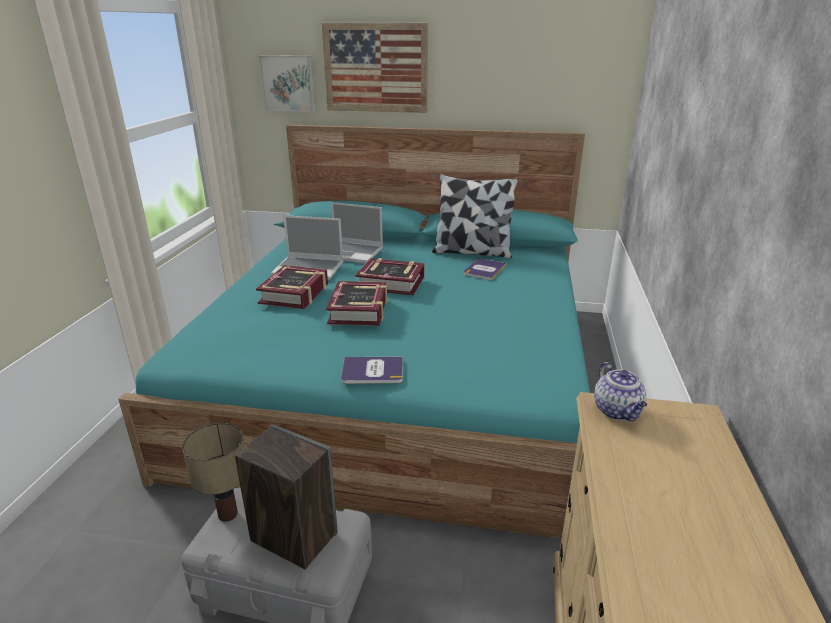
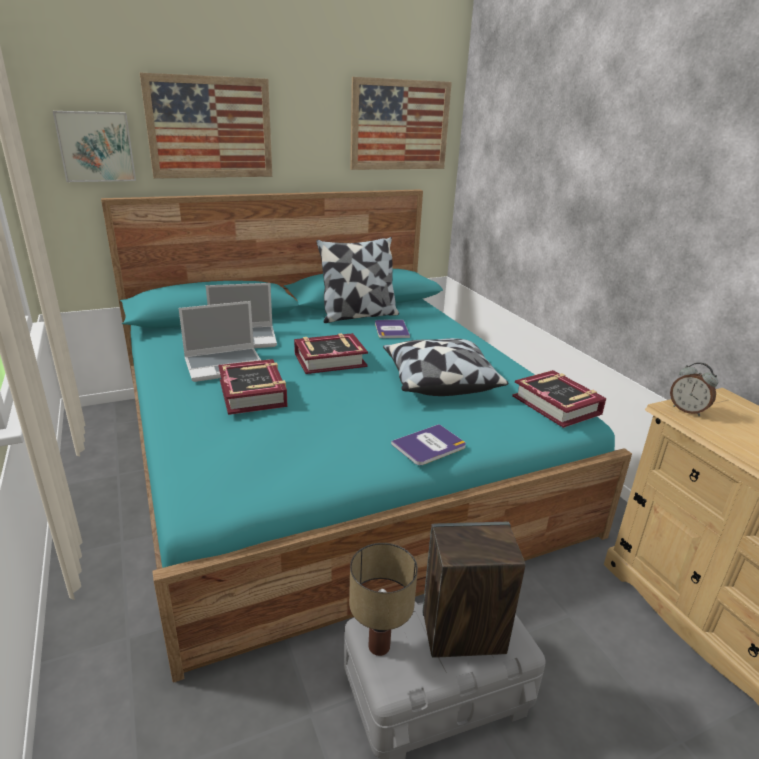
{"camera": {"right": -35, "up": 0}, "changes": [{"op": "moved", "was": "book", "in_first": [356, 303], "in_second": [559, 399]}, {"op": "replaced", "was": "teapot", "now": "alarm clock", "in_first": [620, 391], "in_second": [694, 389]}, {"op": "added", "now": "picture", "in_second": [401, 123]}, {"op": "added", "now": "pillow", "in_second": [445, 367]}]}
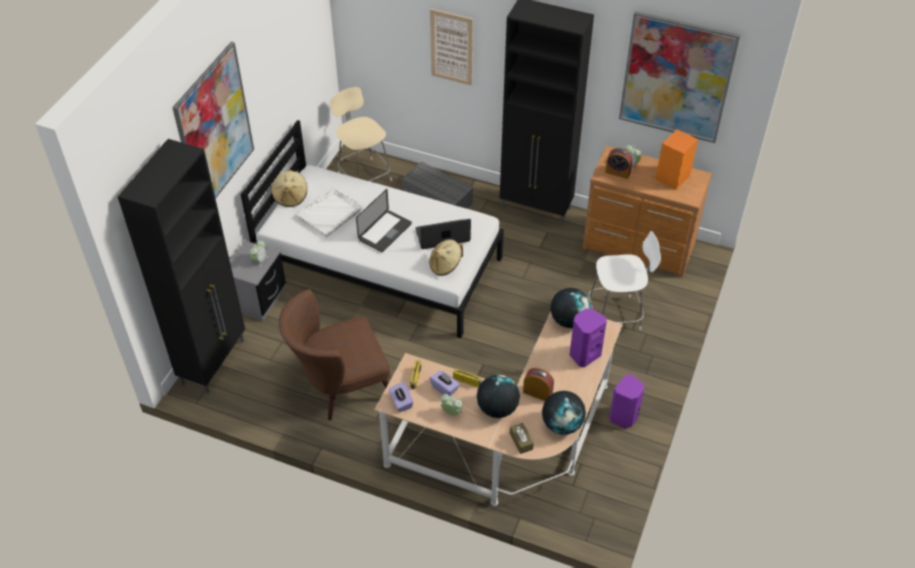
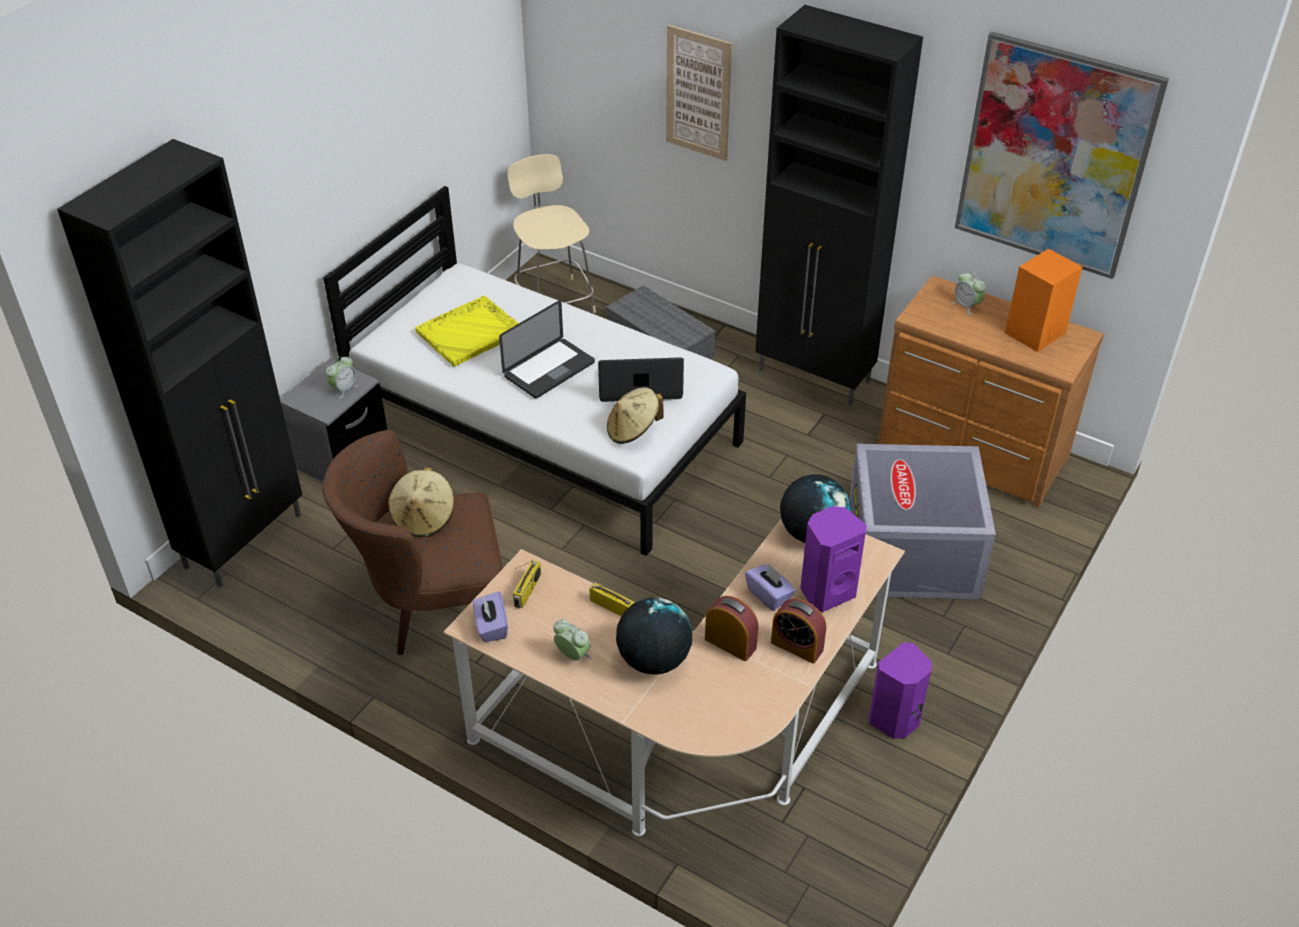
{"camera": {"right": 10, "up": -5}, "changes": [{"op": "removed", "was": "picture", "in_first": [213, 120]}, {"op": "moved", "was": "alarm clock", "in_first": [619, 163], "in_second": [798, 631]}, {"op": "moved", "was": "beige hat", "in_first": [289, 188], "in_second": [421, 502]}, {"op": "recoloured", "was": "white tray", "now": "yellow tray", "in_first": [329, 212], "in_second": [467, 331]}, {"op": "replaced", "was": "white chair", "now": "grey storage box", "in_first": [624, 280], "in_second": [922, 521]}, {"op": "moved", "was": "purple tissue box", "in_first": [445, 383], "in_second": [770, 587]}, {"op": "removed", "was": "globe", "in_first": [564, 413]}, {"op": "removed", "was": "brown tissue box", "in_first": [522, 438]}]}
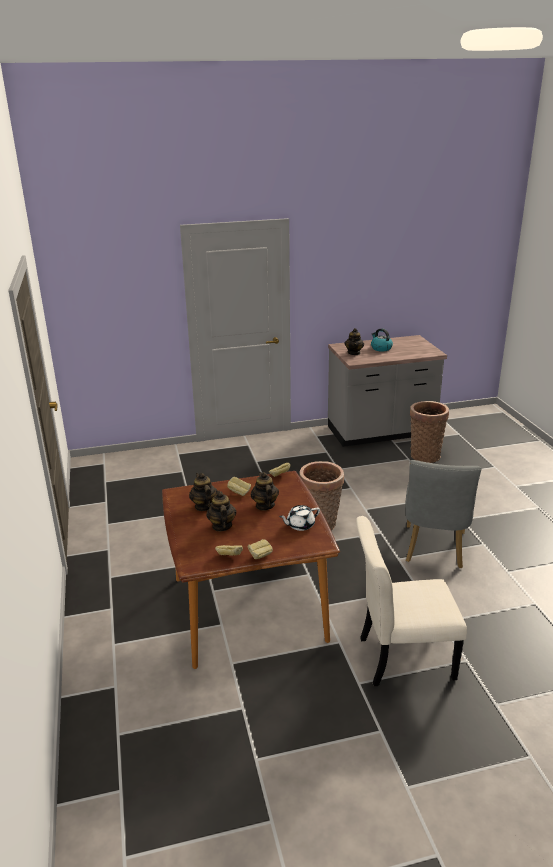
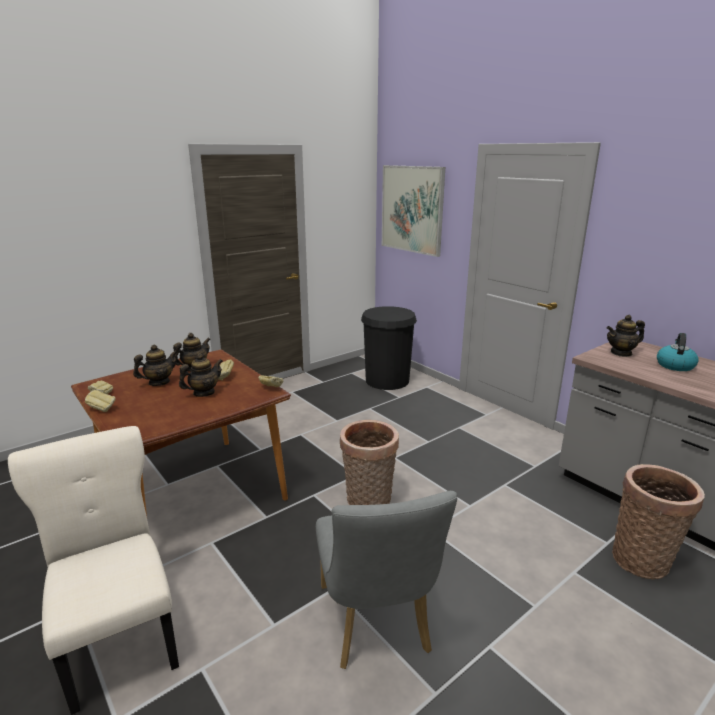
{"camera": {"right": 65, "up": -5}, "changes": [{"op": "turned", "was": "grey chair", "in_first": [443, 514], "in_second": [386, 580], "clockwise": -90}, {"op": "removed", "was": "white teapot", "in_first": [299, 518]}, {"op": "added", "now": "picture", "in_second": [413, 211]}, {"op": "added", "now": "black trash can", "in_second": [389, 348]}]}
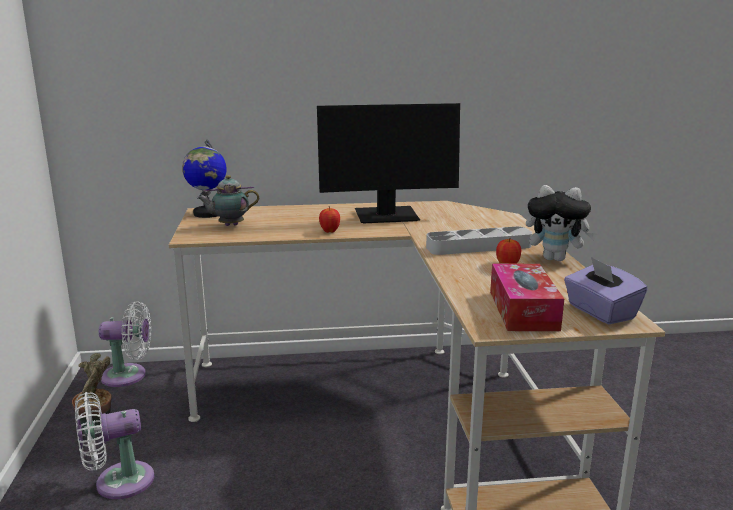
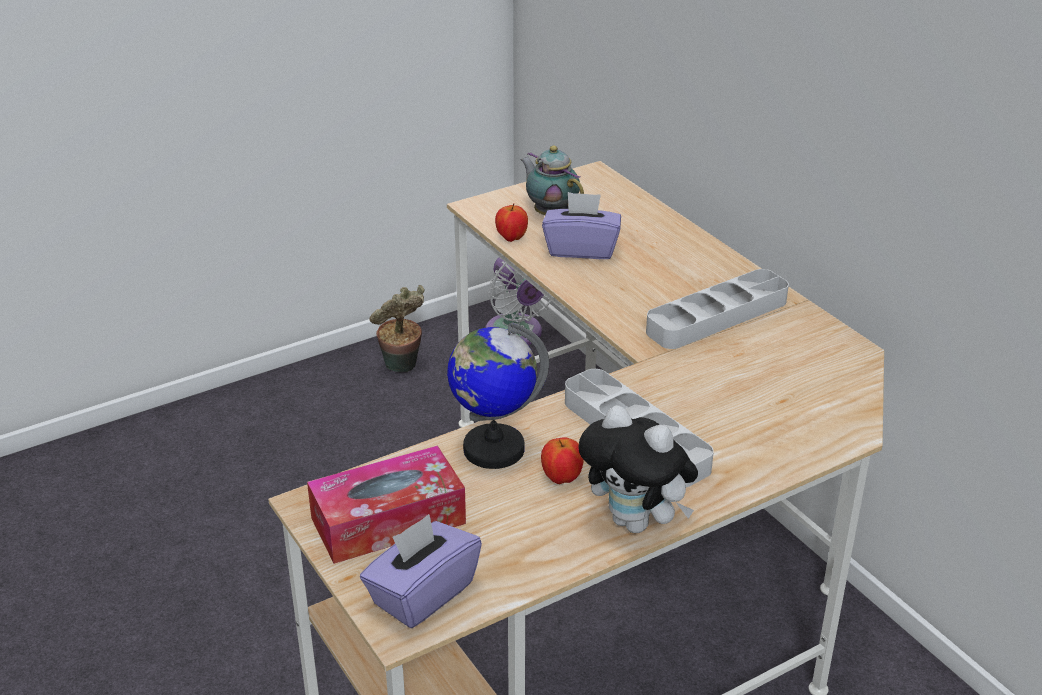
{"camera": {"right": 65, "up": 15}, "changes": [{"op": "replaced", "was": "monitor", "now": "grey tray", "in_first": [388, 163], "in_second": [717, 309]}, {"op": "moved", "was": "globe", "in_first": [204, 179], "in_second": [498, 395]}, {"op": "turned", "was": "plush toy", "in_first": [561, 223], "in_second": [638, 469], "clockwise": -45}, {"op": "moved", "was": "apple", "in_first": [329, 219], "in_second": [511, 222]}, {"op": "removed", "was": "white fan", "in_first": [114, 445]}, {"op": "added", "now": "purple tissue box", "in_second": [581, 225]}]}
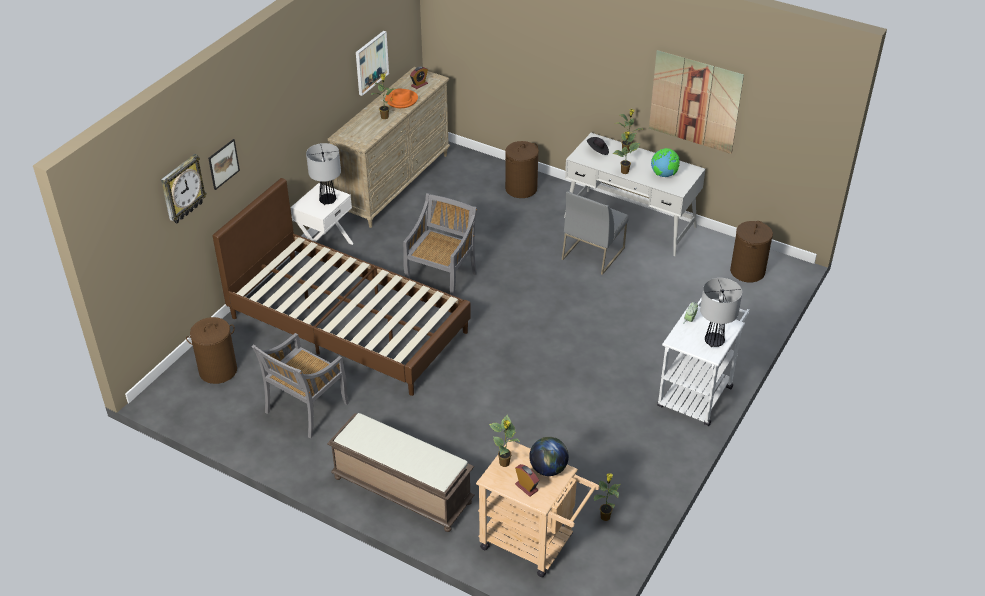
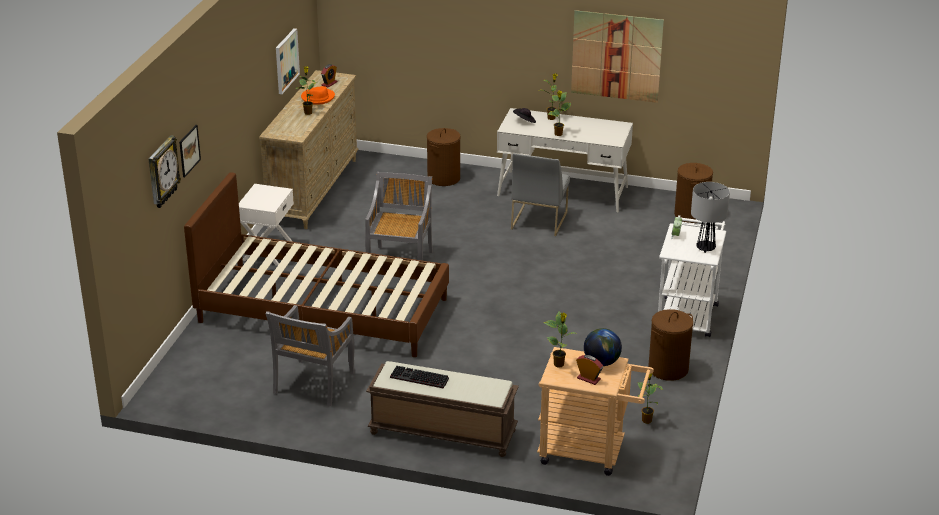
{"camera": {"right": -15, "up": -10}, "changes": [{"op": "removed", "was": "table lamp", "in_first": [323, 174]}, {"op": "removed", "was": "globe", "in_first": [665, 162]}, {"op": "moved", "was": "brown laundry basket", "in_first": [211, 350], "in_second": [670, 345]}, {"op": "added", "now": "keyboard", "in_second": [419, 377]}]}
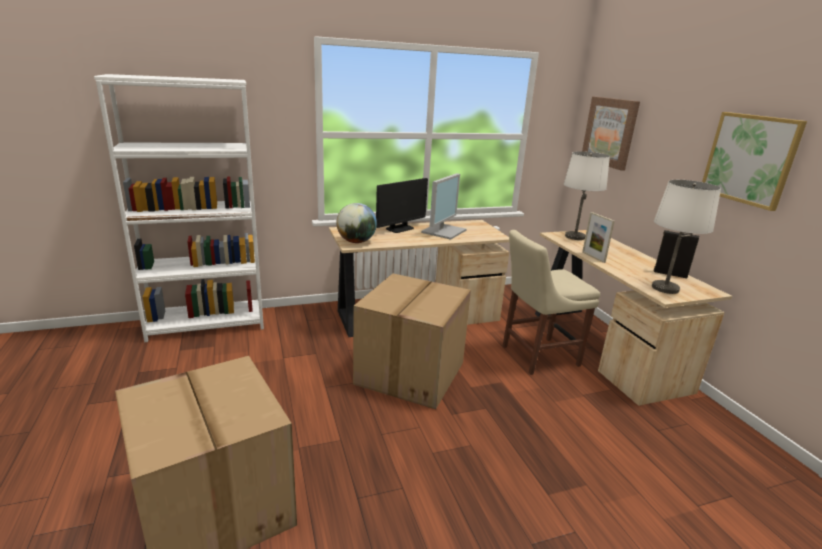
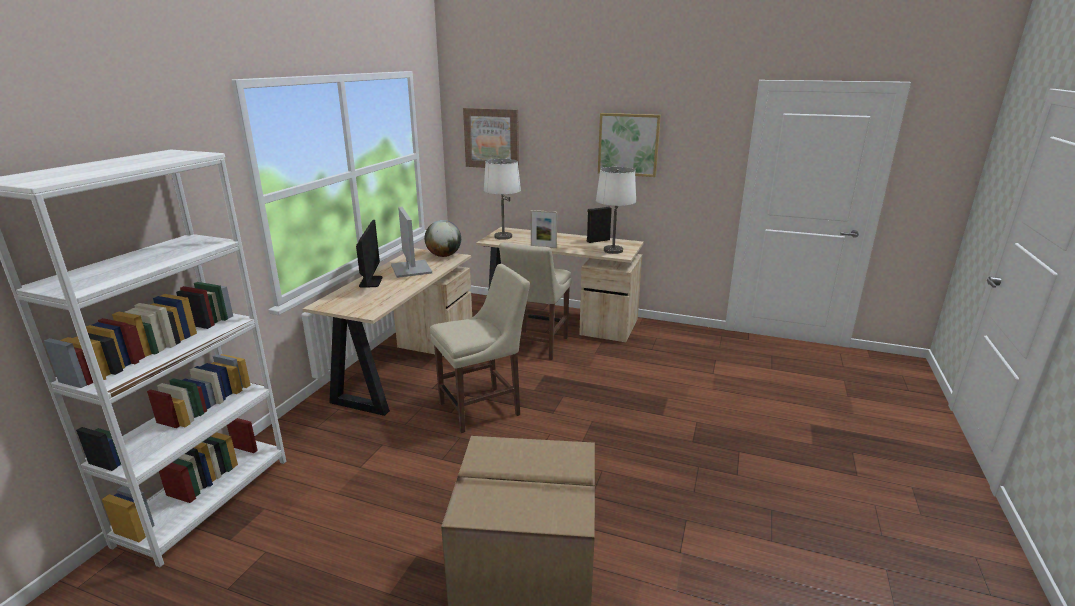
{"camera": {"right": -50, "up": 0}, "changes": [{"op": "moved", "was": "globe", "in_first": [356, 223], "in_second": [442, 238]}, {"op": "replaced", "was": "cardboard box", "now": "beige chair", "in_first": [412, 341], "in_second": [480, 348]}]}
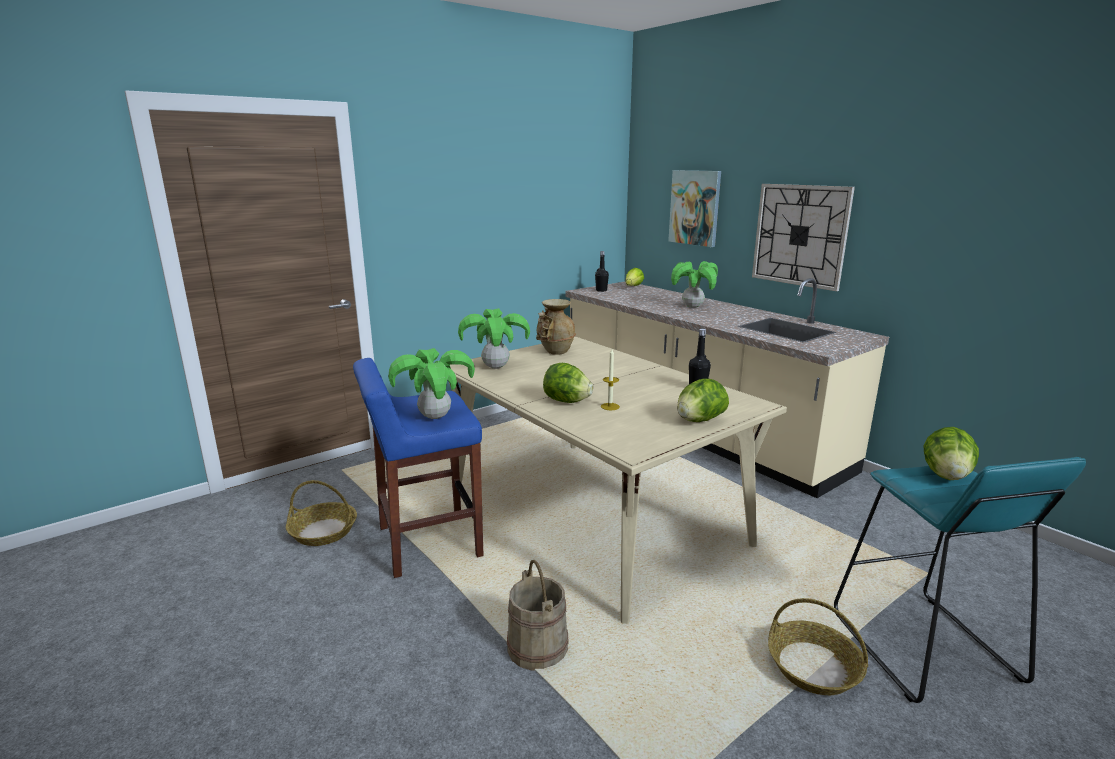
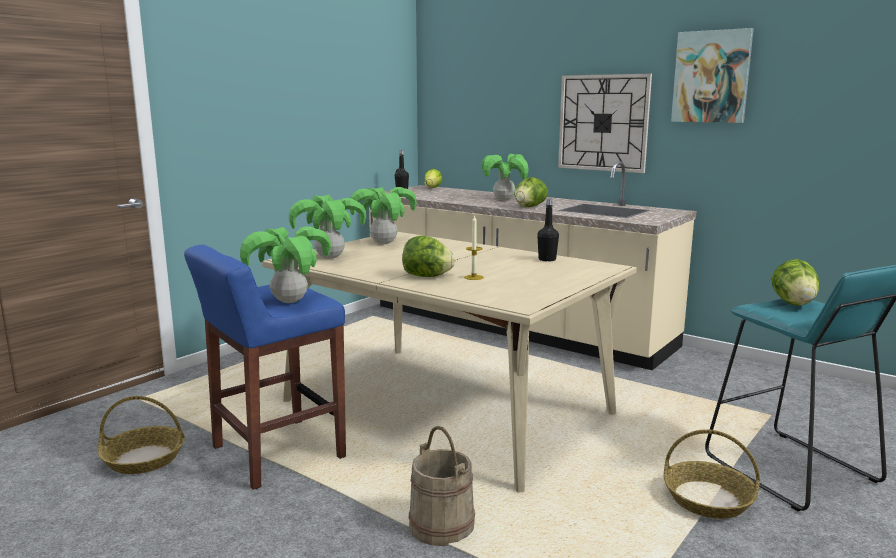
{"camera": {"right": -15, "up": -5}, "changes": [{"op": "moved", "was": "picture", "in_first": [694, 208], "in_second": [712, 75]}, {"op": "replaced", "was": "beige vase", "now": "potted plant", "in_first": [556, 327], "in_second": [383, 215]}, {"op": "moved", "was": "lettuce", "in_first": [703, 400], "in_second": [531, 192]}]}
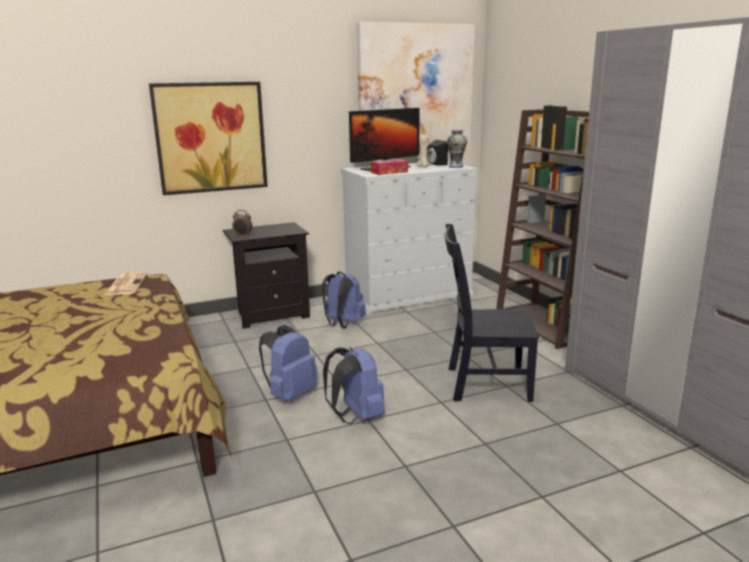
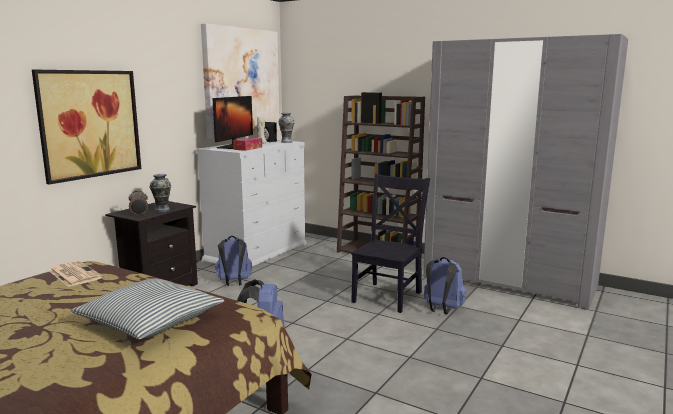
{"camera": {"right": -35, "up": -5}, "changes": [{"op": "turned", "was": "black chair", "in_first": [492, 313], "in_second": [390, 243], "clockwise": 150}, {"op": "moved", "was": "blue backpack", "in_first": [354, 385], "in_second": [445, 286]}, {"op": "added", "now": "vase", "in_second": [160, 193]}, {"op": "added", "now": "pillow", "in_second": [147, 309]}]}
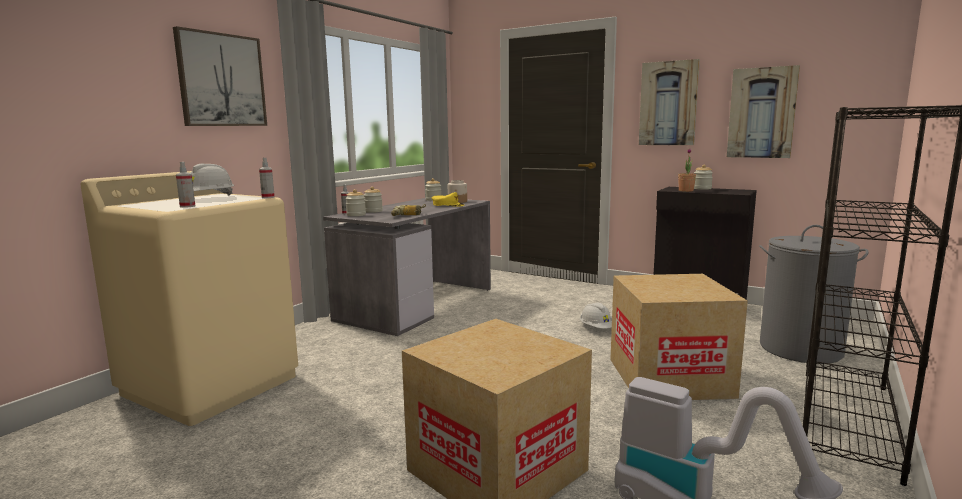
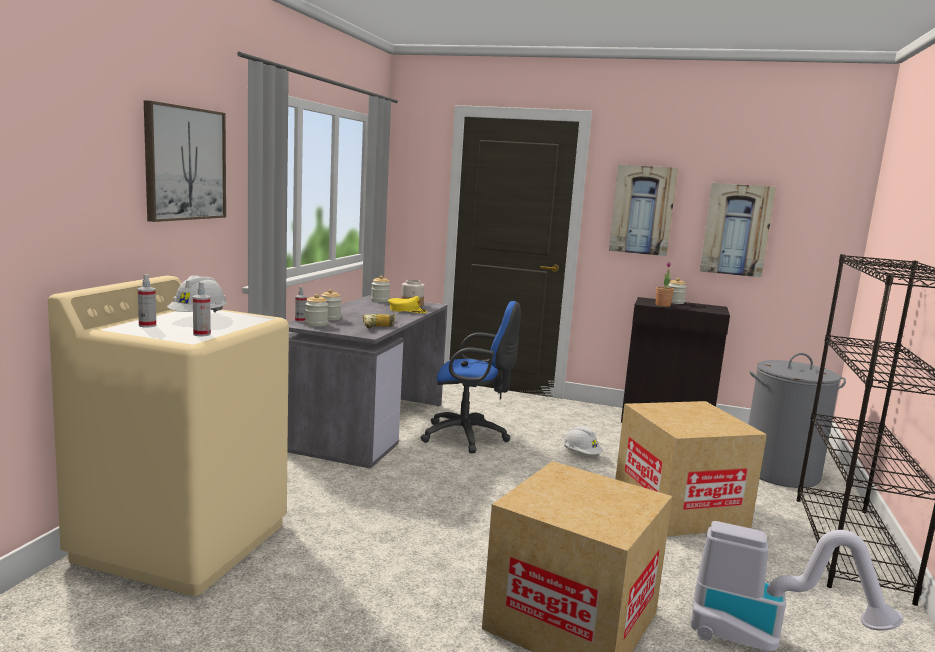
{"camera": {"right": -15, "up": 0}, "changes": [{"op": "moved", "was": "spray bottle", "in_first": [267, 178], "in_second": [147, 301]}, {"op": "added", "now": "blue office chair", "in_second": [470, 377]}]}
